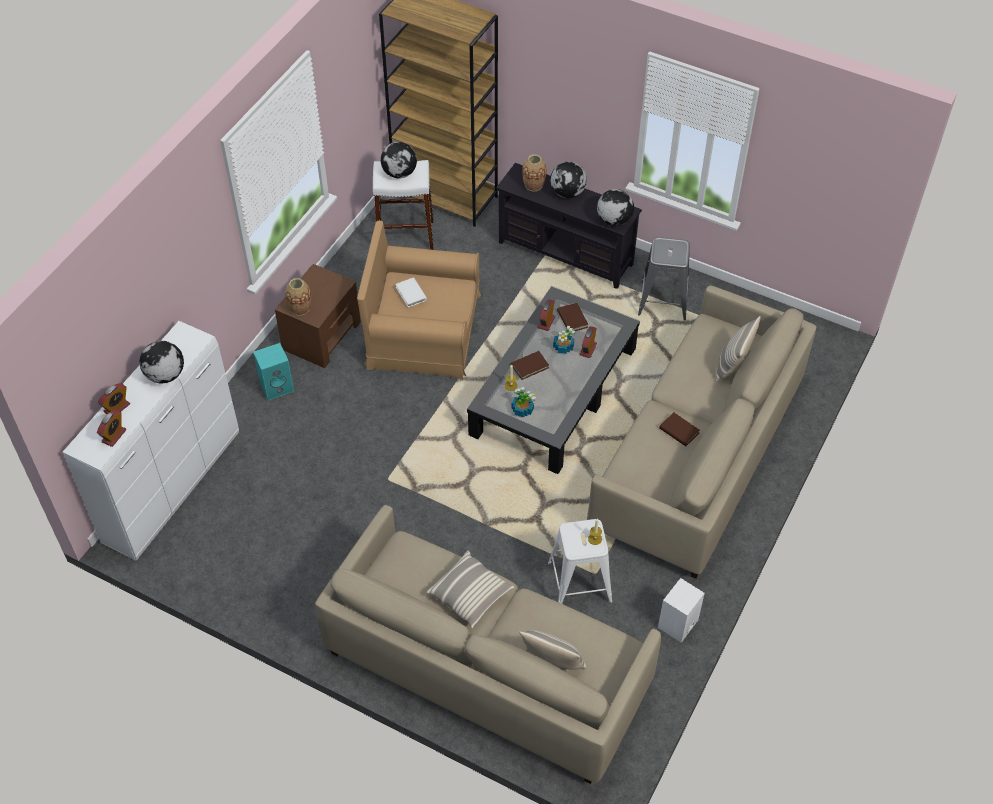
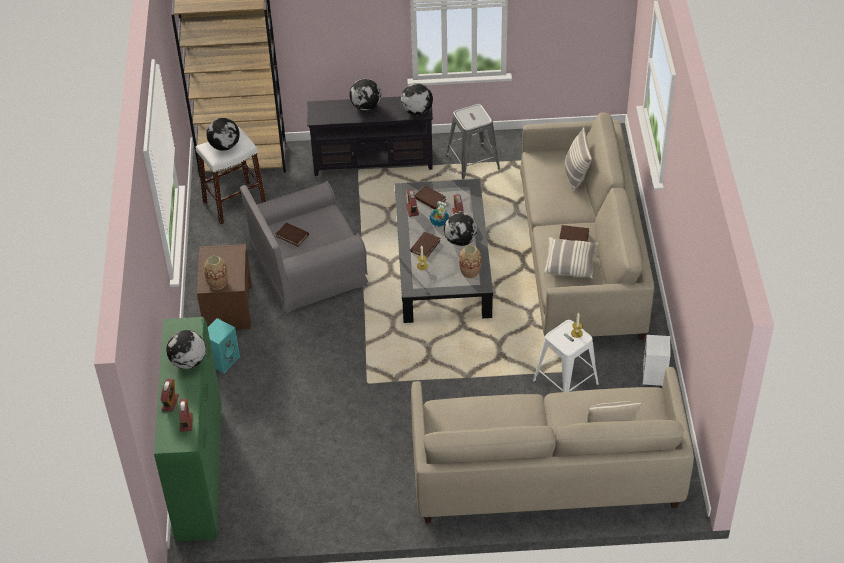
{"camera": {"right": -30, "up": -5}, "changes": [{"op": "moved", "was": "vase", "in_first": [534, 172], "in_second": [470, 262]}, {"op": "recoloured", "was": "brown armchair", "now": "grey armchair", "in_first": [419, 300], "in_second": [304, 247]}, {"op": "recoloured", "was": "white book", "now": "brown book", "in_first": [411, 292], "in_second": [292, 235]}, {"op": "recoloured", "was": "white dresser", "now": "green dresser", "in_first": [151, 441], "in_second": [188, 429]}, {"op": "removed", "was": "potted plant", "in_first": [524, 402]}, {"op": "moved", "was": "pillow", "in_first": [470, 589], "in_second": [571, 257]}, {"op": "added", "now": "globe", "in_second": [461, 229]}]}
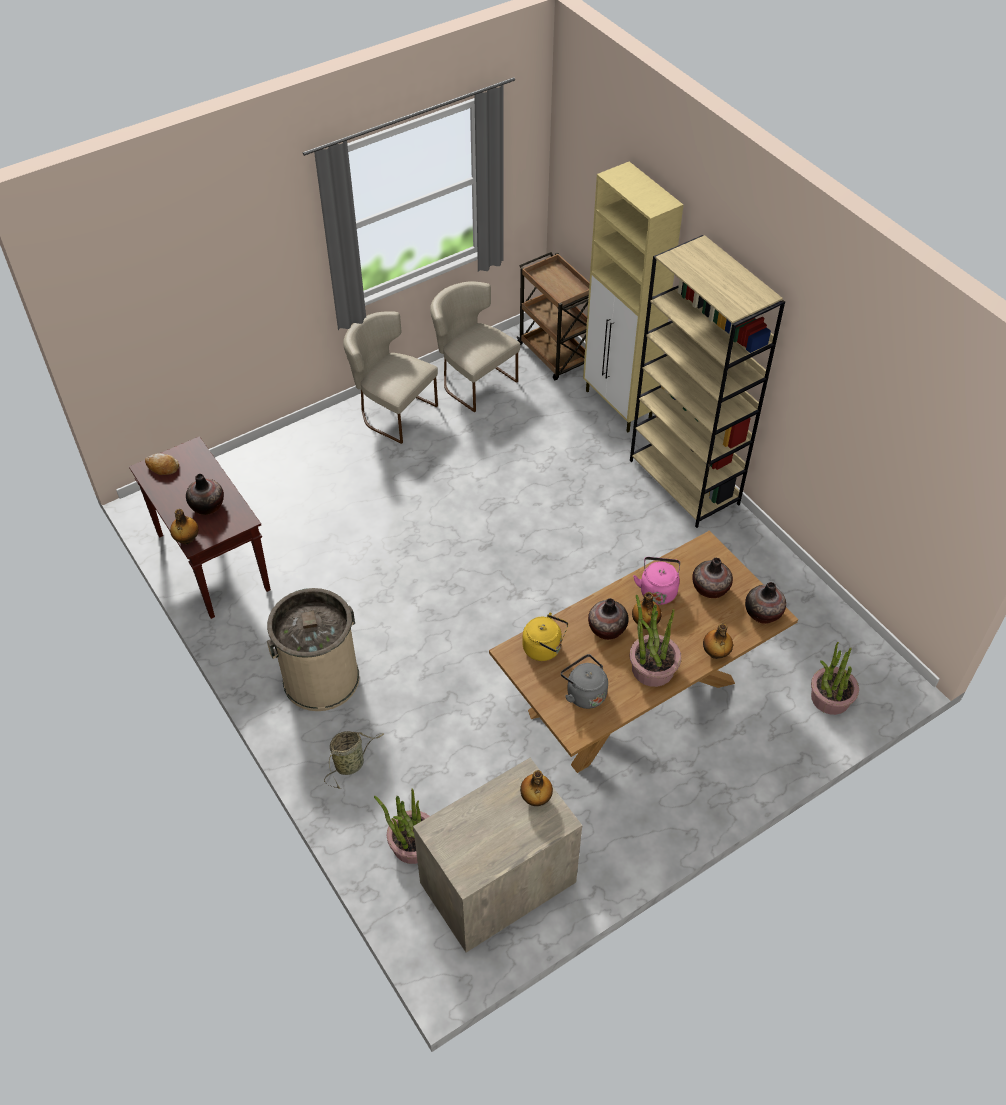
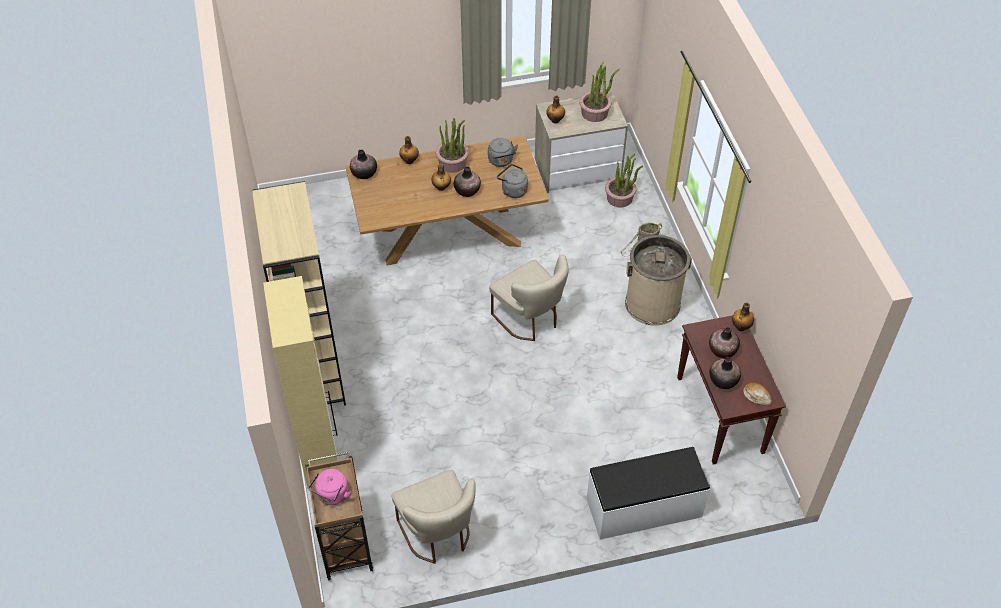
{"camera": {"right": -160, "up": 0}, "changes": [{"op": "moved", "was": "beige chair", "in_first": [390, 377], "in_second": [529, 298]}, {"op": "moved", "was": "pink kettle", "in_first": [656, 581], "in_second": [330, 487]}, {"op": "moved", "was": "vase", "in_first": [712, 578], "in_second": [725, 373]}, {"op": "recoloured", "was": "yellow kettle", "now": "grey kettle", "in_first": [545, 636], "in_second": [512, 181]}, {"op": "moved", "was": "potted plant", "in_first": [835, 678], "in_second": [599, 91]}, {"op": "added", "now": "white bench", "in_second": [648, 493]}]}
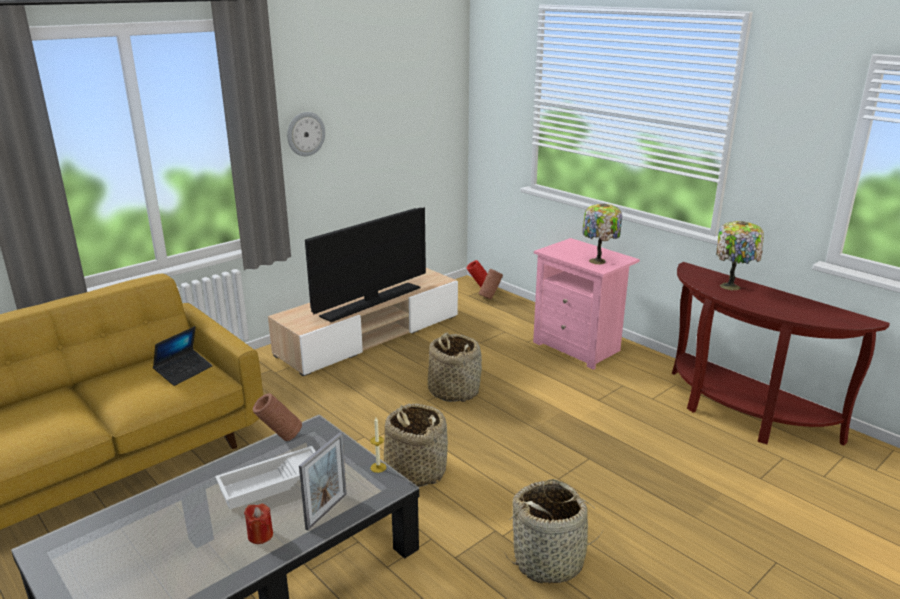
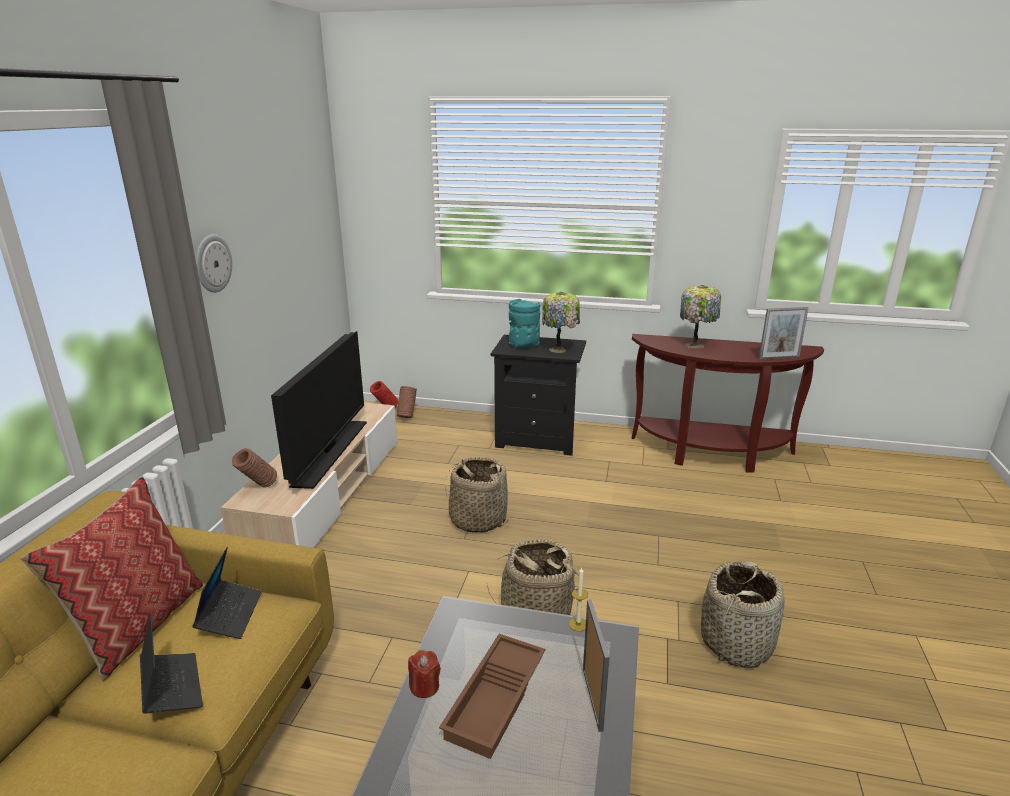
{"camera": {"right": -35, "up": 0}, "changes": [{"op": "recoloured", "was": "pink nightstand", "now": "black nightstand", "in_first": [586, 304], "in_second": [538, 395]}, {"op": "moved", "was": "brown vase", "in_first": [277, 417], "in_second": [254, 468]}, {"op": "recoloured", "was": "white tray", "now": "brown tray", "in_first": [265, 477], "in_second": [492, 696]}, {"op": "moved", "was": "red candle", "in_first": [258, 524], "in_second": [424, 674]}, {"op": "added", "now": "turquoise vase", "in_second": [524, 323]}, {"op": "added", "now": "picture frame", "in_second": [784, 333]}, {"op": "added", "now": "pillow", "in_second": [111, 578]}, {"op": "added", "now": "laptop", "in_second": [171, 664]}]}
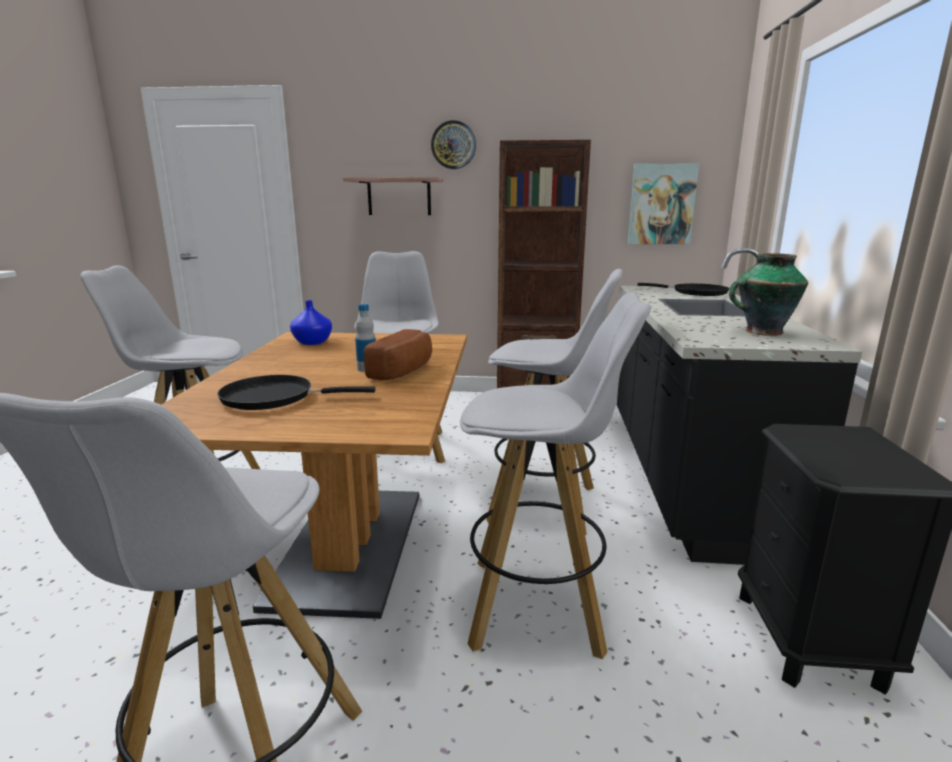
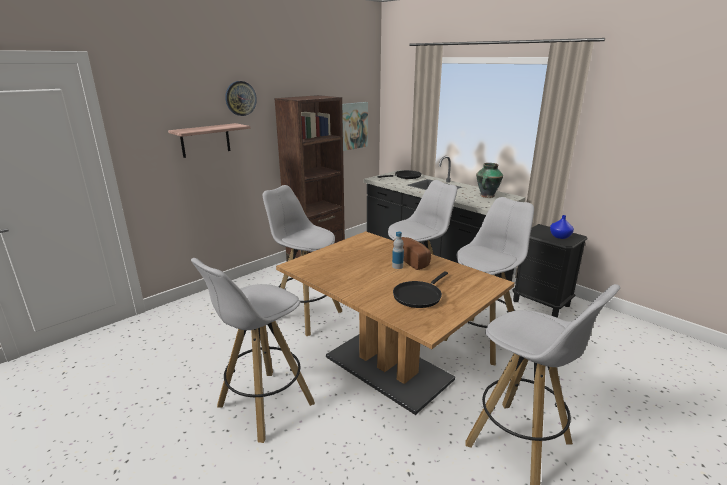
{"camera": {"right": -50, "up": 5}, "changes": [{"op": "moved", "was": "blue vase", "in_first": [311, 322], "in_second": [562, 227]}]}
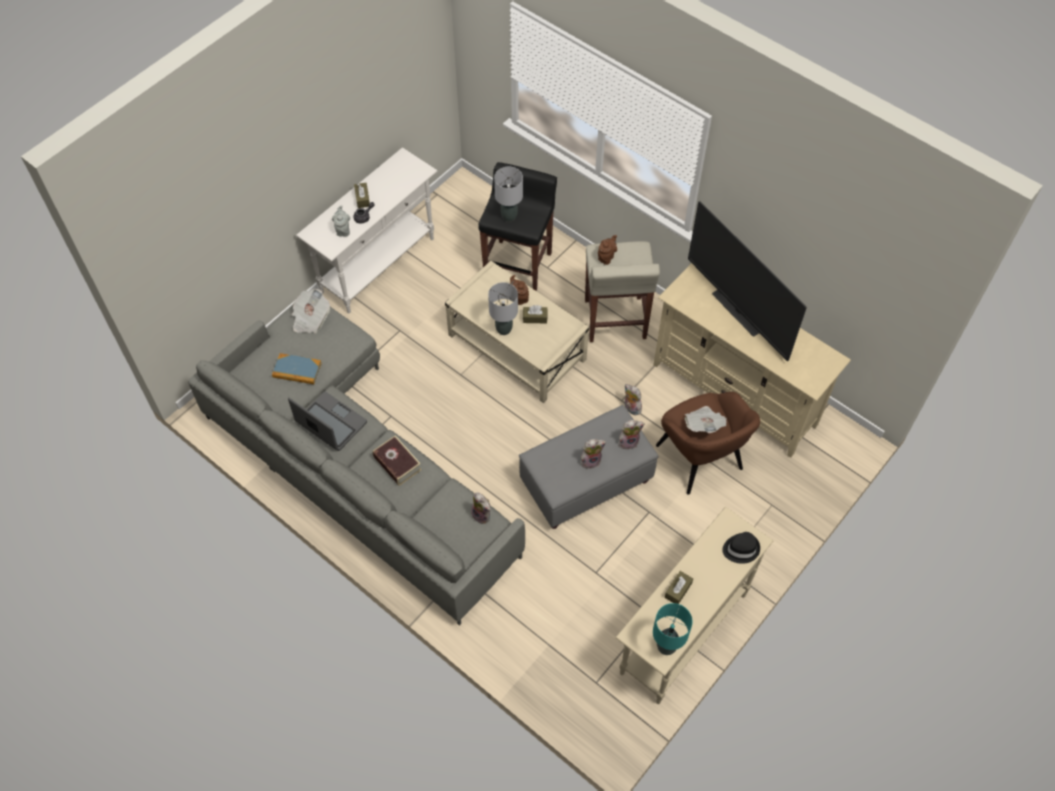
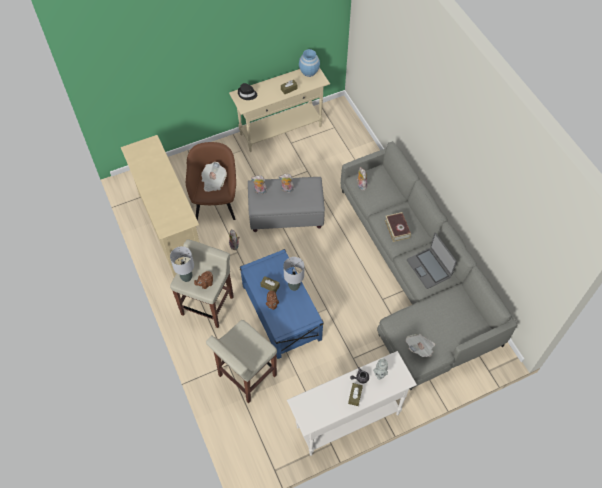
{"camera": {"right": -155, "up": 0}, "changes": [{"op": "recoloured", "was": "black stool", "now": "beige stool", "in_first": [517, 226], "in_second": [241, 361]}, {"op": "moved", "was": "grey table lamp", "in_first": [508, 194], "in_second": [182, 264]}, {"op": "removed", "was": "television", "in_first": [747, 281]}, {"op": "recoloured", "was": "beige coffee table", "now": "blue coffee table", "in_first": [517, 331], "in_second": [282, 304]}, {"op": "removed", "was": "book", "in_first": [297, 368]}, {"op": "replaced", "was": "turquoise table lamp", "now": "blue vase", "in_first": [673, 629], "in_second": [309, 63]}]}
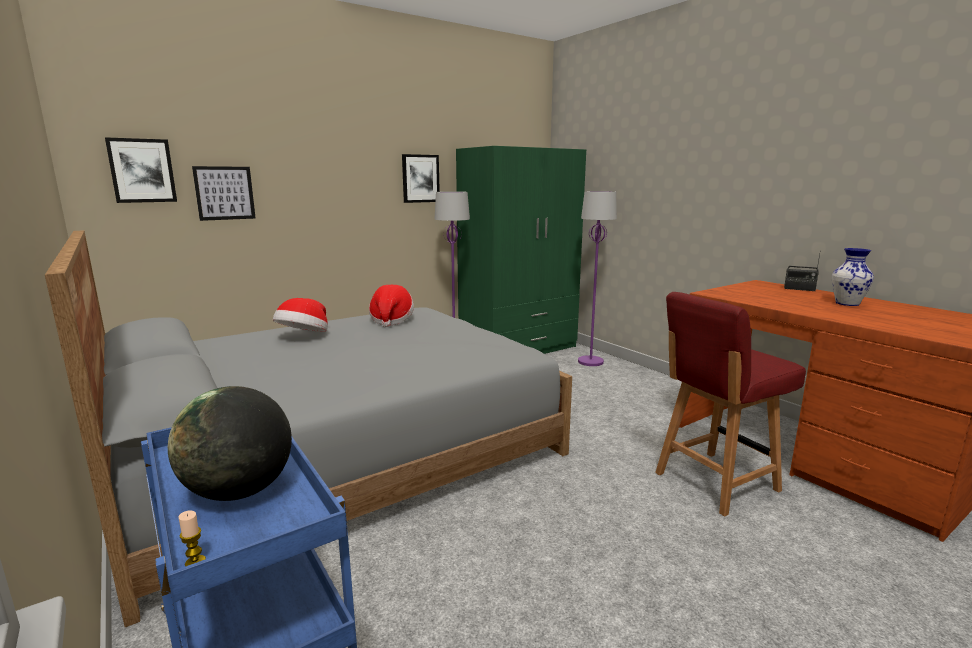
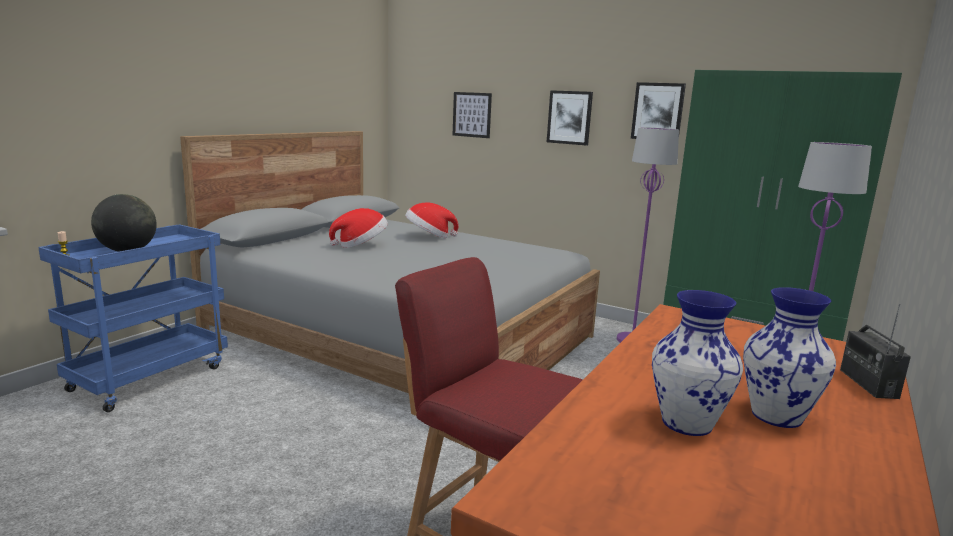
{"camera": {"right": 65, "up": 0}, "changes": [{"op": "moved", "was": "picture", "in_first": [141, 170], "in_second": [570, 118]}, {"op": "moved", "was": "hat", "in_first": [391, 306], "in_second": [358, 228]}, {"op": "added", "now": "vase", "in_second": [697, 363]}]}
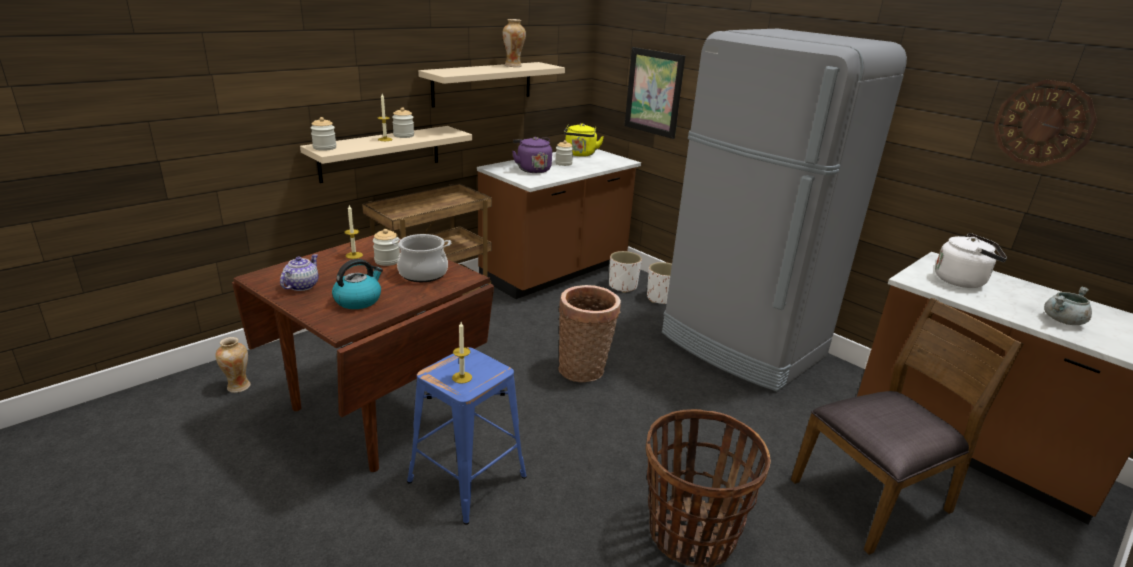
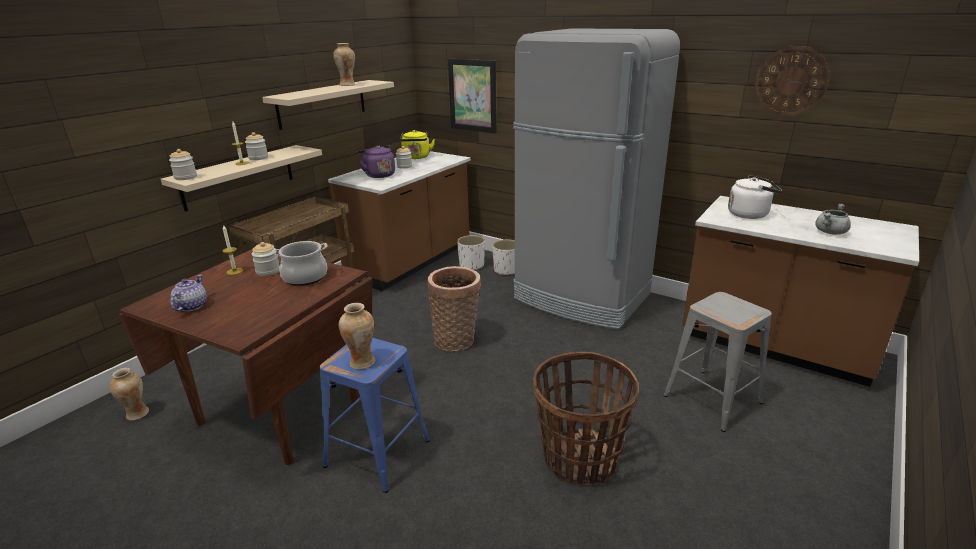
{"camera": {"right": -10, "up": 0}, "changes": [{"op": "removed", "was": "kettle", "in_first": [357, 284]}, {"op": "replaced", "was": "brown chair", "now": "grey stool", "in_first": [907, 426], "in_second": [717, 362]}, {"op": "replaced", "was": "candle", "now": "vase", "in_first": [462, 353], "in_second": [357, 336]}]}
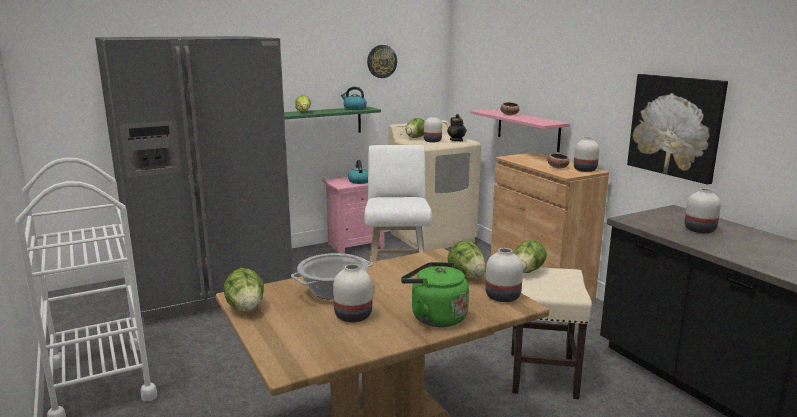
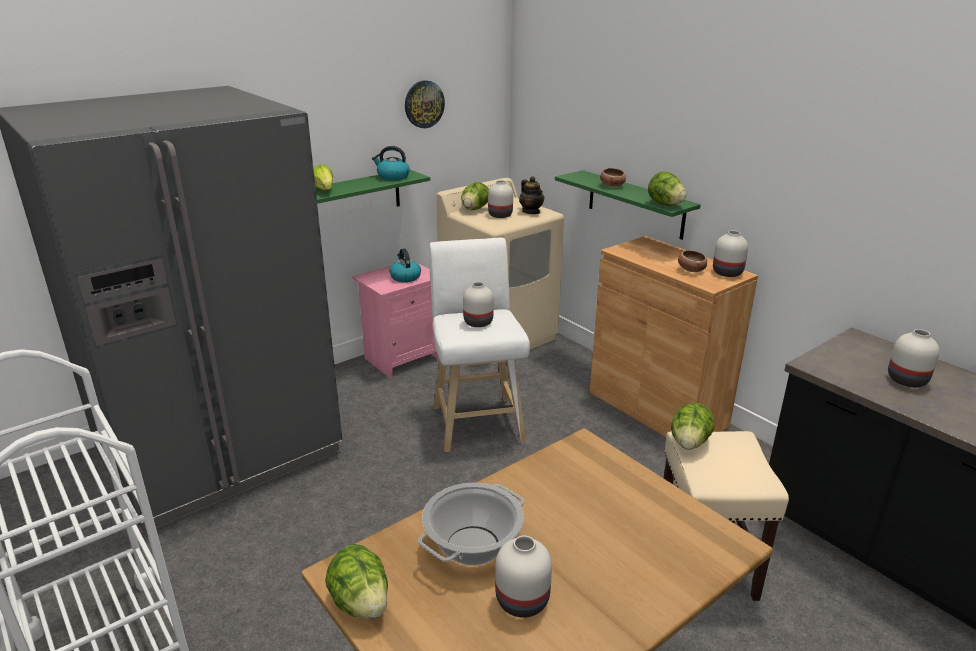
{"camera": {"right": -10, "up": 10}, "changes": [{"op": "removed", "was": "picture", "in_first": [677, 129]}, {"op": "recoloured", "was": "pink shelf", "now": "green shelf", "in_first": [520, 130], "in_second": [628, 205]}, {"op": "moved", "was": "lettuce", "in_first": [467, 259], "in_second": [667, 188]}, {"op": "moved", "was": "white vase", "in_first": [504, 275], "in_second": [478, 304]}, {"op": "removed", "was": "green kettle", "in_first": [435, 294]}]}
